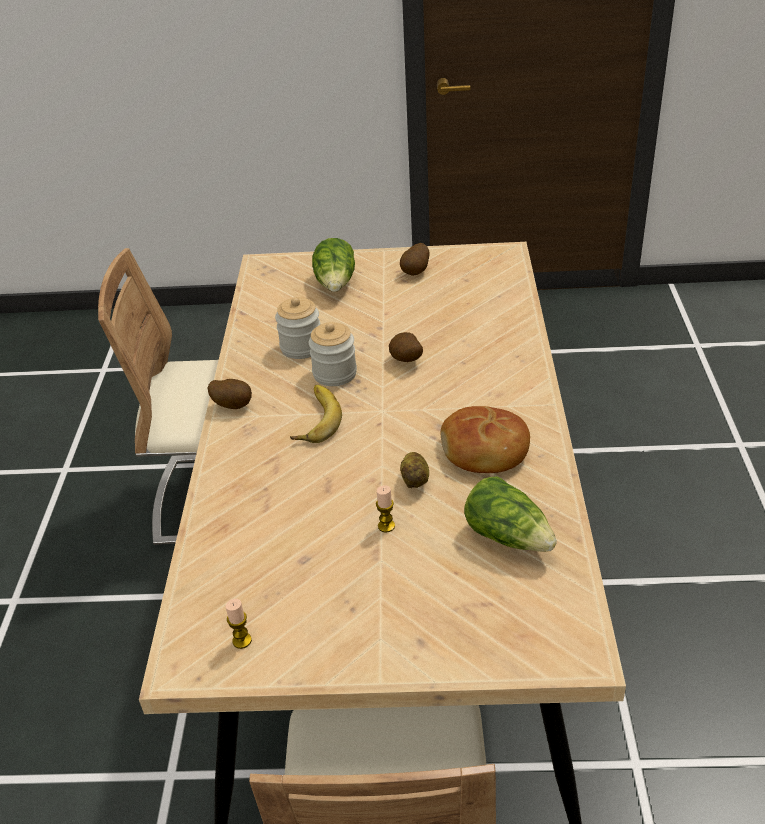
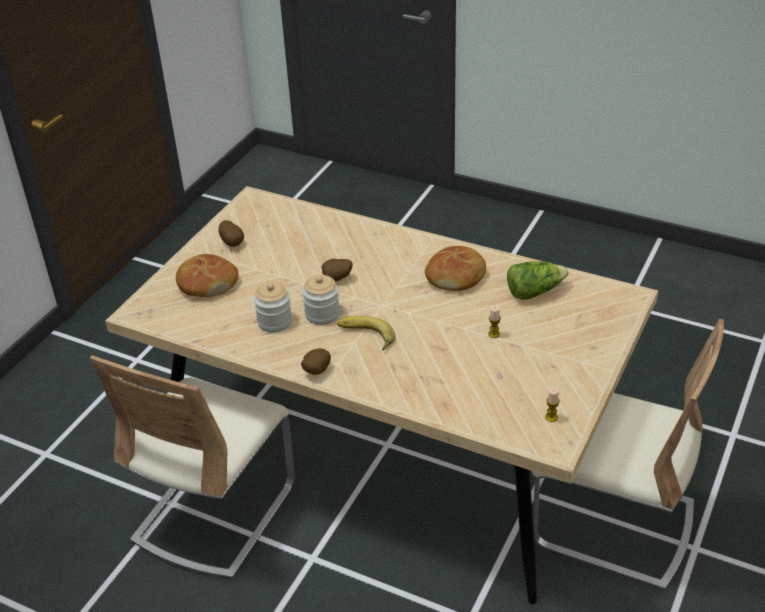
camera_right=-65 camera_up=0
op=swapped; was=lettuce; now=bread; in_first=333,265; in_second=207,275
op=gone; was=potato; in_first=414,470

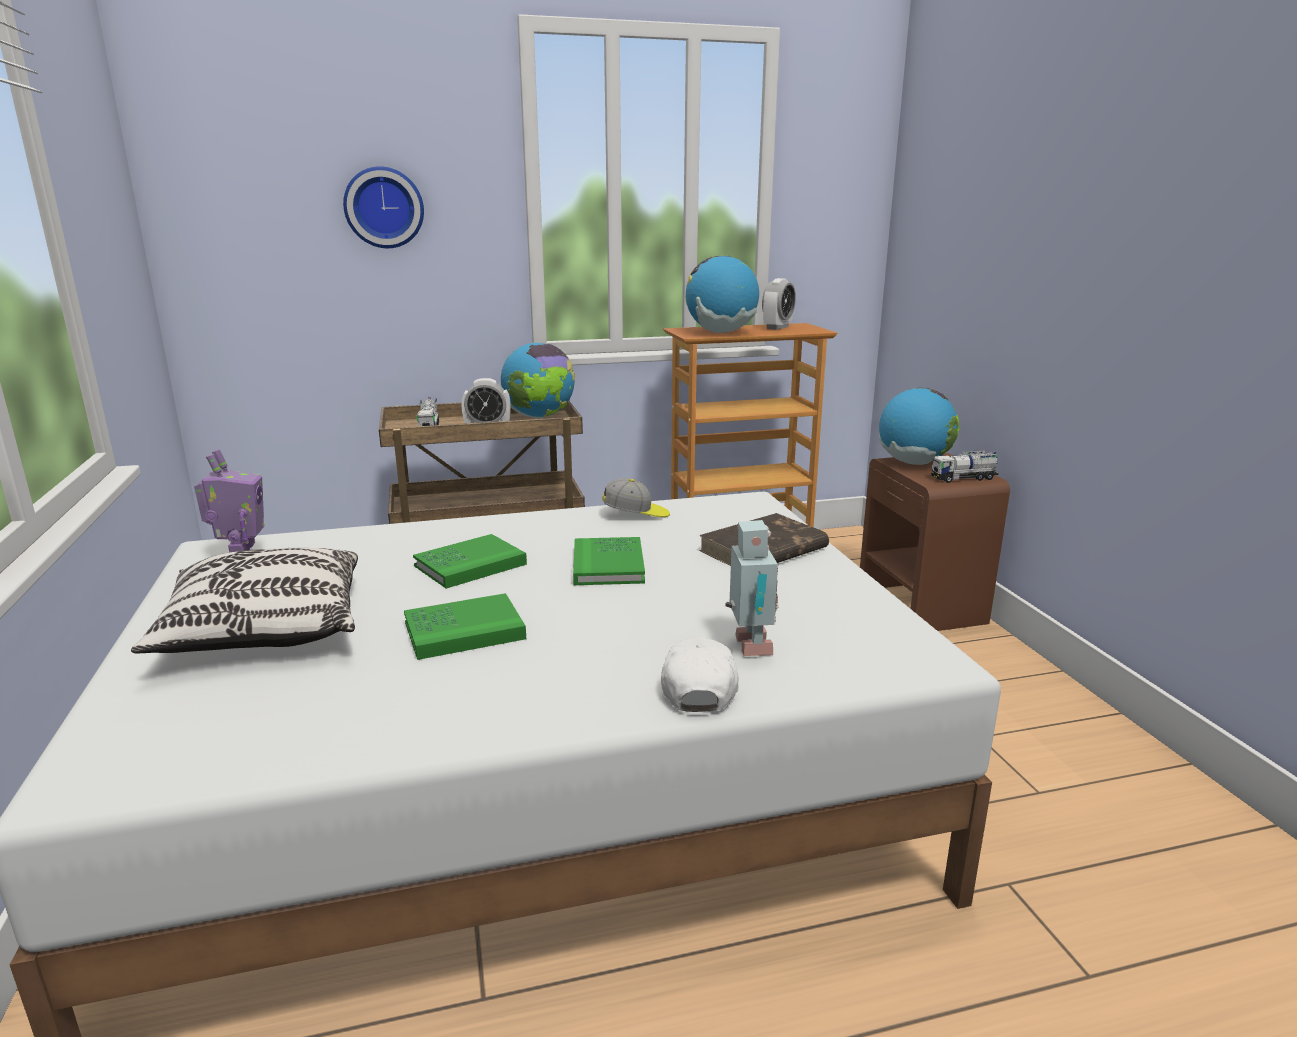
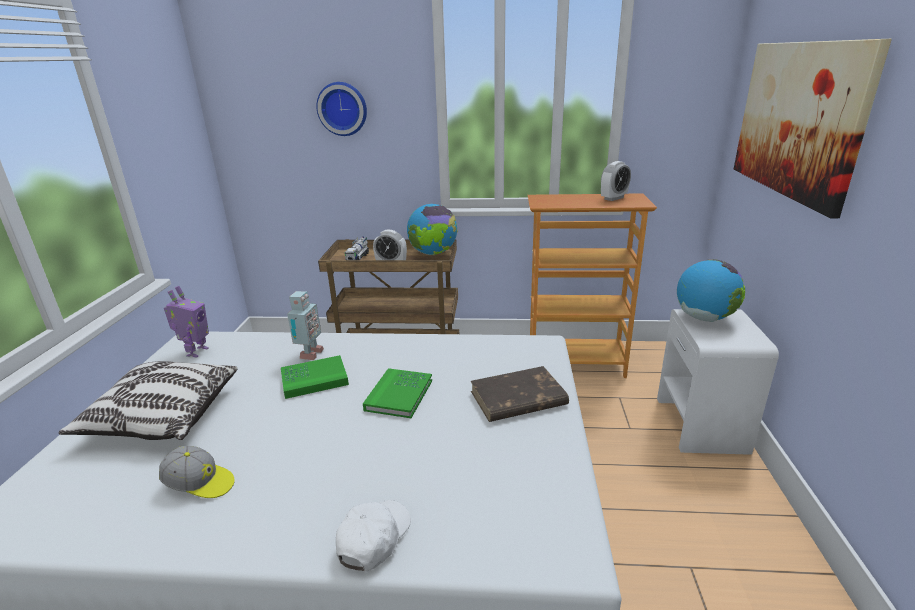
camera_right=20 camera_up=5
op=gone; was=green book; in_first=465,626
op=shifted; was=cap; in_first=636,497; in_second=197,472
op=gone; was=globe; in_first=722,294
op=shifted; was=toy robot; in_first=752,588; in_second=305,325
op=repainted; was=brown nightstand; now=white nightstand; in_first=935,542; in_second=718,382
op=gone; was=toy truck; in_first=965,466
op=new; now=picture; in_second=813,128

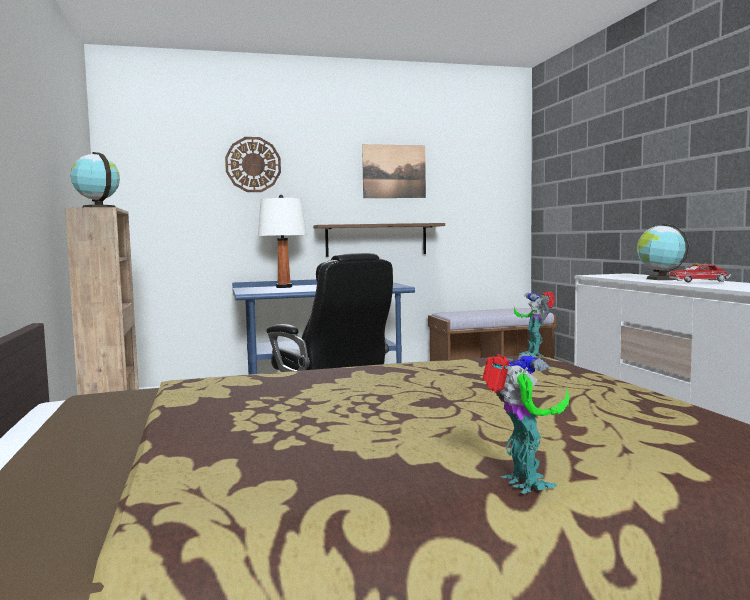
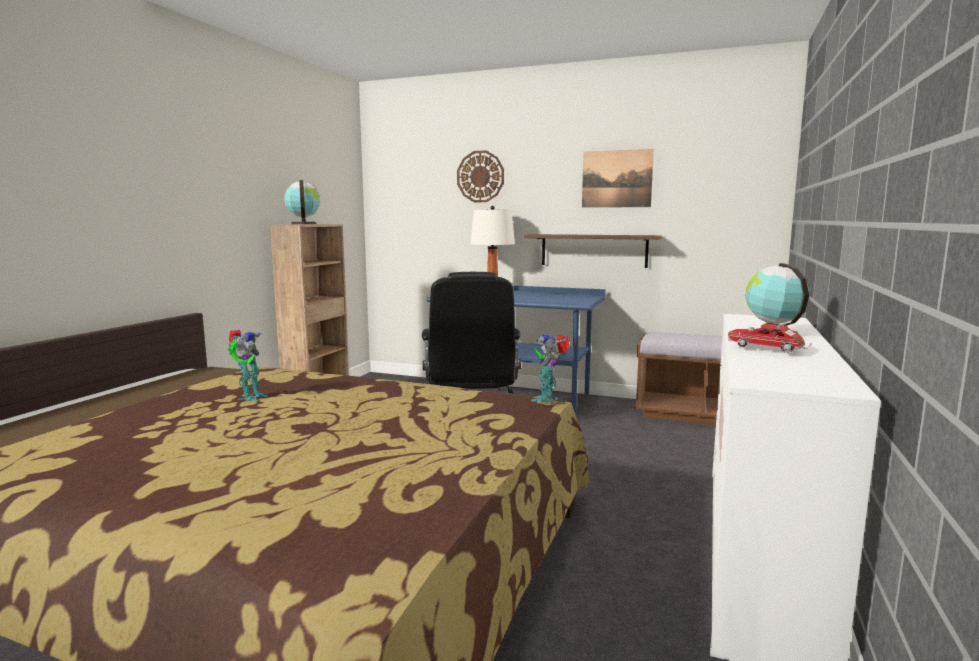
camera_right=35 camera_up=5
op=shifted; was=toy robot; in_first=525,423; in_second=248,365

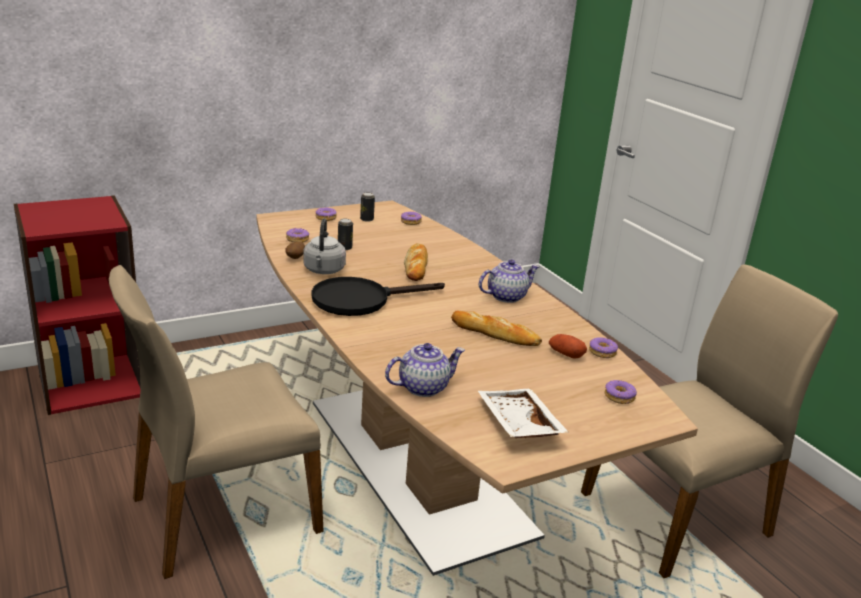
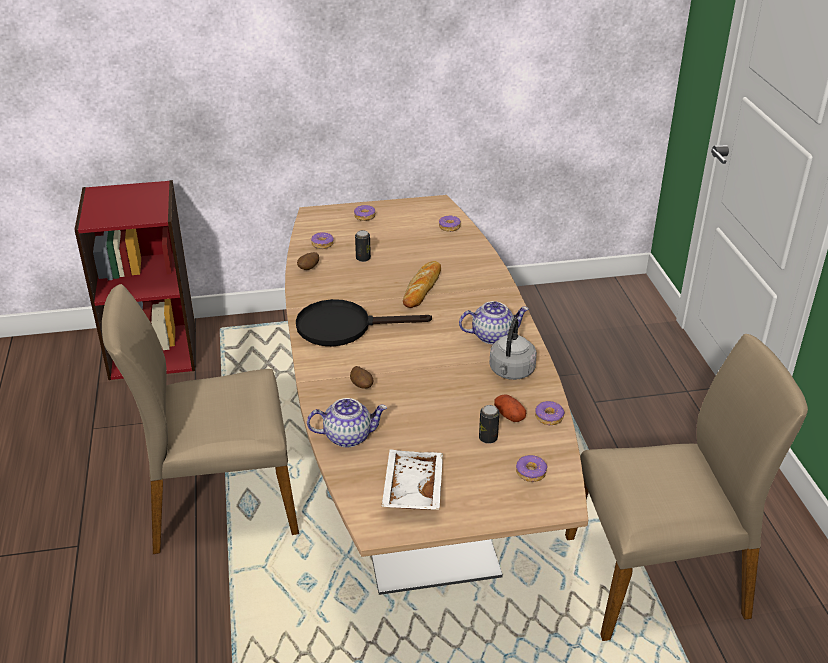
camera_right=20 camera_up=10
op=shifted; was=grey kettle; in_first=324,246; in_second=513,349
op=shifted; was=can; in_first=367,207; in_second=489,424
op=gone; was=bread; in_first=496,328
op=new; now=potato; in_second=361,377

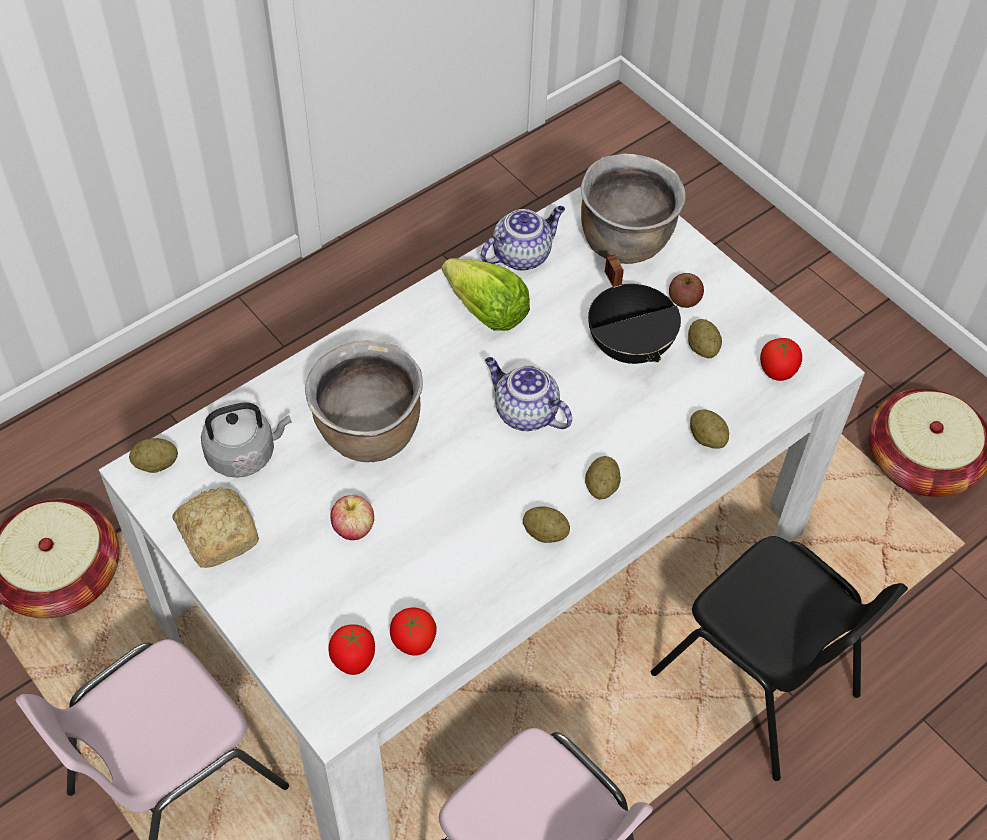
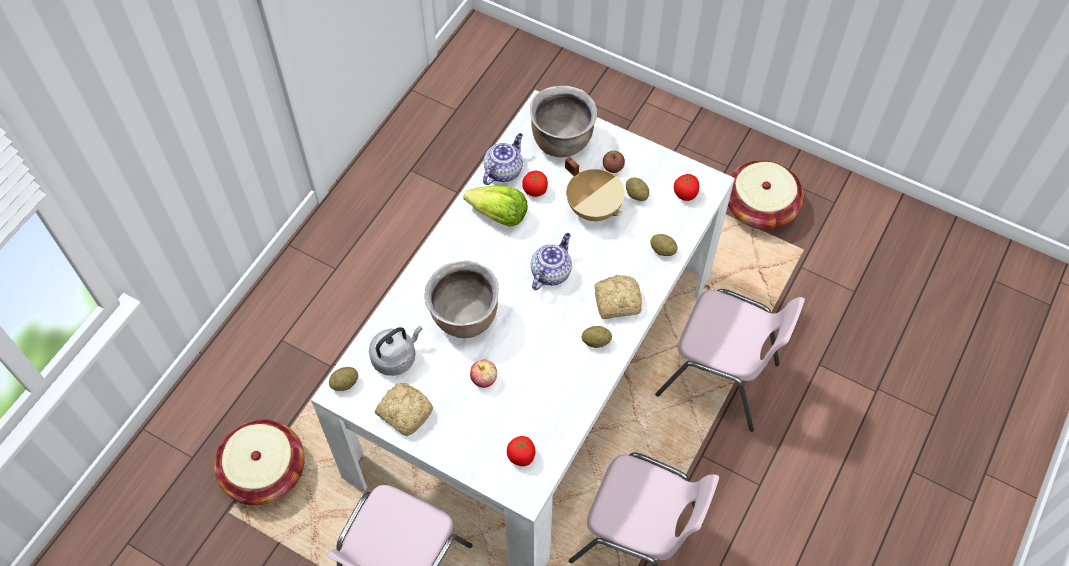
camera_right=-20 camera_up=5
op=shifted; was=tomato; in_first=413,631; in_second=535,184
op=rotated; was=teapot; in_first=528,394; in_second=551,261; clockwise=105
op=swapped; was=potato; now=bread; in_first=603,478; in_second=618,297
op=repainted; was=black cooking pot; now=beige cooking pot; in_first=634,309; in_second=595,188
op=repainted; was=black chair; now=pink chair; in_first=779,658; in_second=730,360

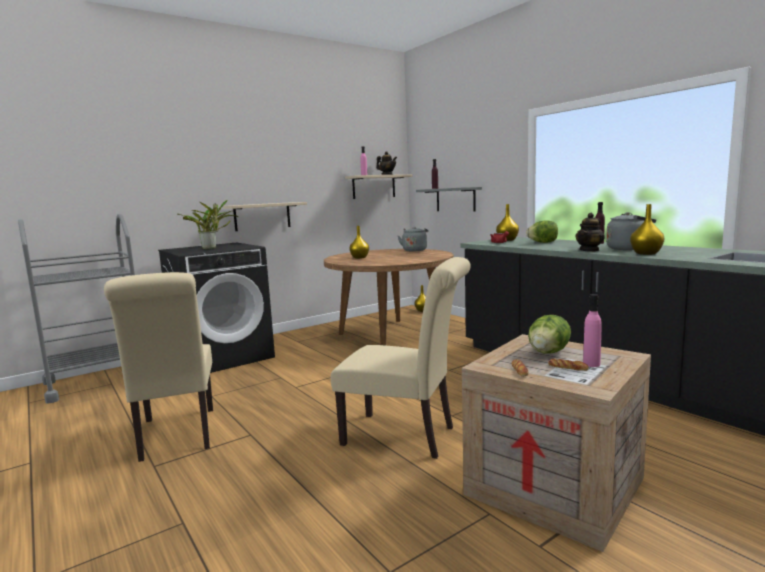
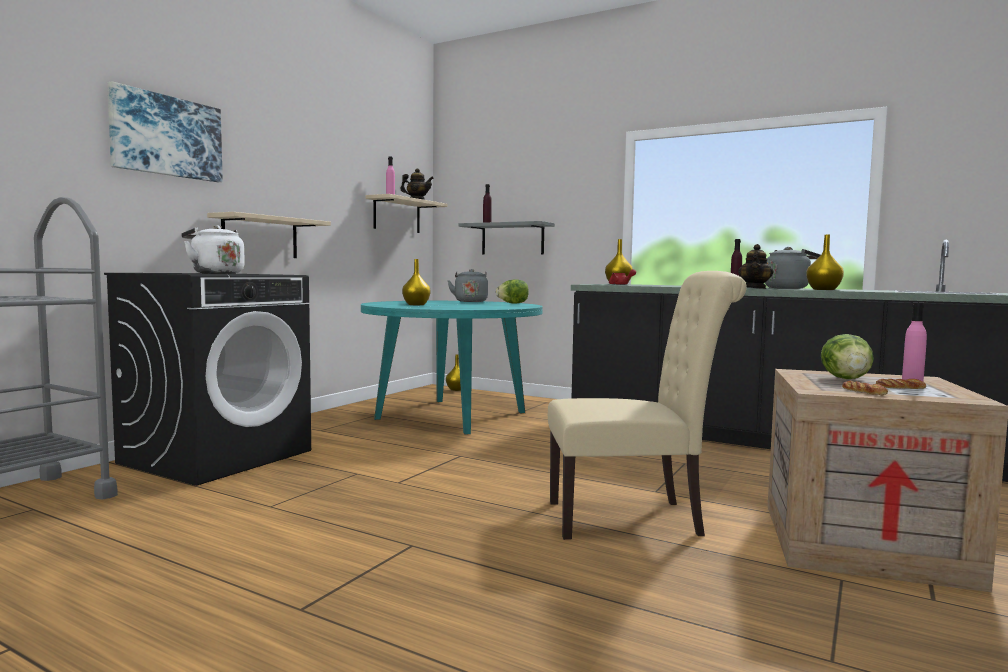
camera_right=-25 camera_up=-5
op=gone; was=beige chair; in_first=158,367
op=swapped; was=potted plant; now=white kettle; in_first=207,224; in_second=213,249
op=repainted; was=brown dining table; now=turquoise dining table; in_first=389,297; in_second=452,368
op=shifted; was=lettuce; in_first=542,231; in_second=512,291
op=new; now=picture; in_second=165,131

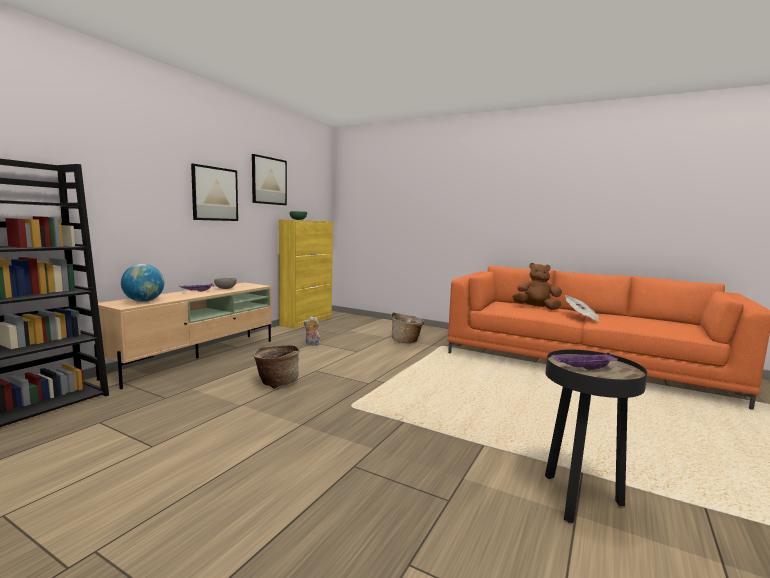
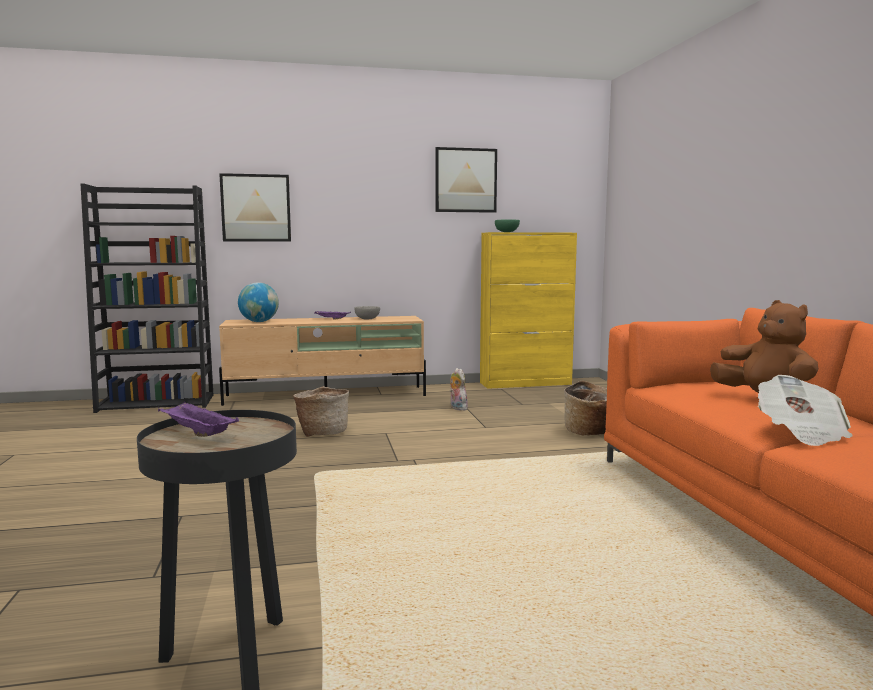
camera_right=50 camera_up=0
op=shifted; was=picture; in_first=214,192; in_second=255,207

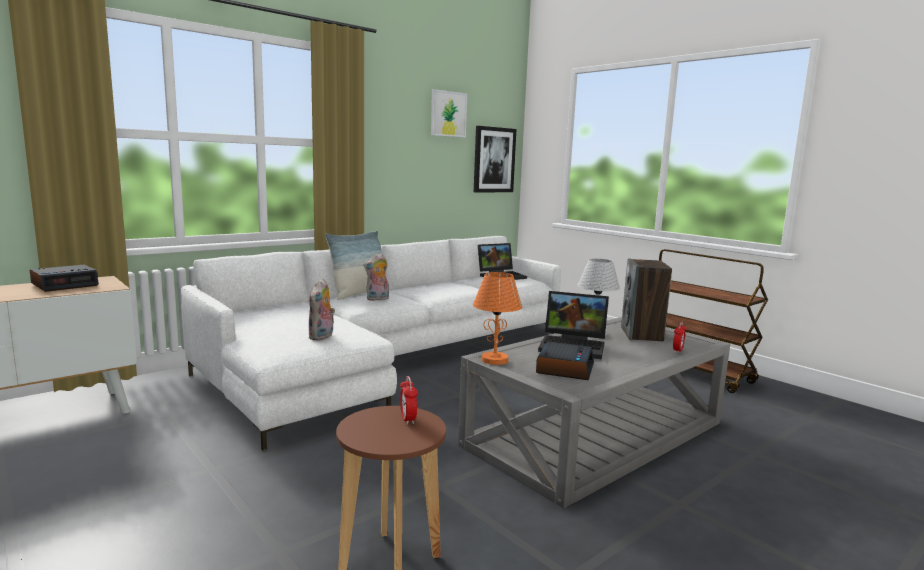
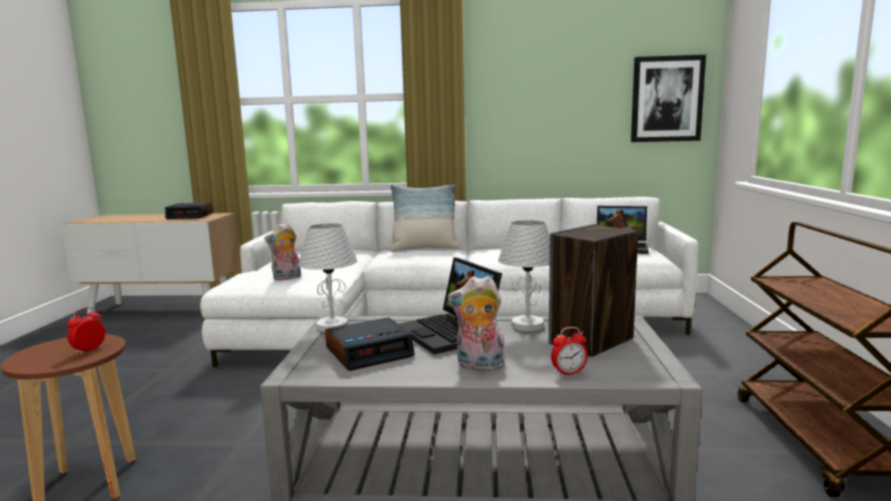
camera_right=45 camera_up=0
op=shifted; was=plush toy; in_first=376,277; in_second=476,323
op=gone; was=picture; in_first=449,113
op=repainted; was=orange table lamp; now=white table lamp; in_first=497,318; in_second=327,277

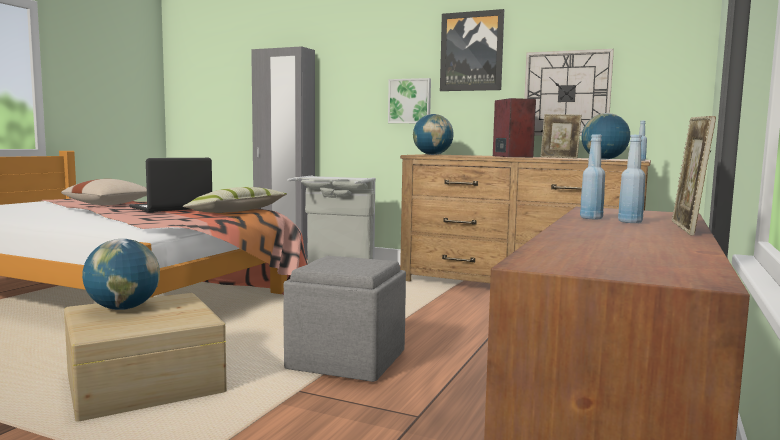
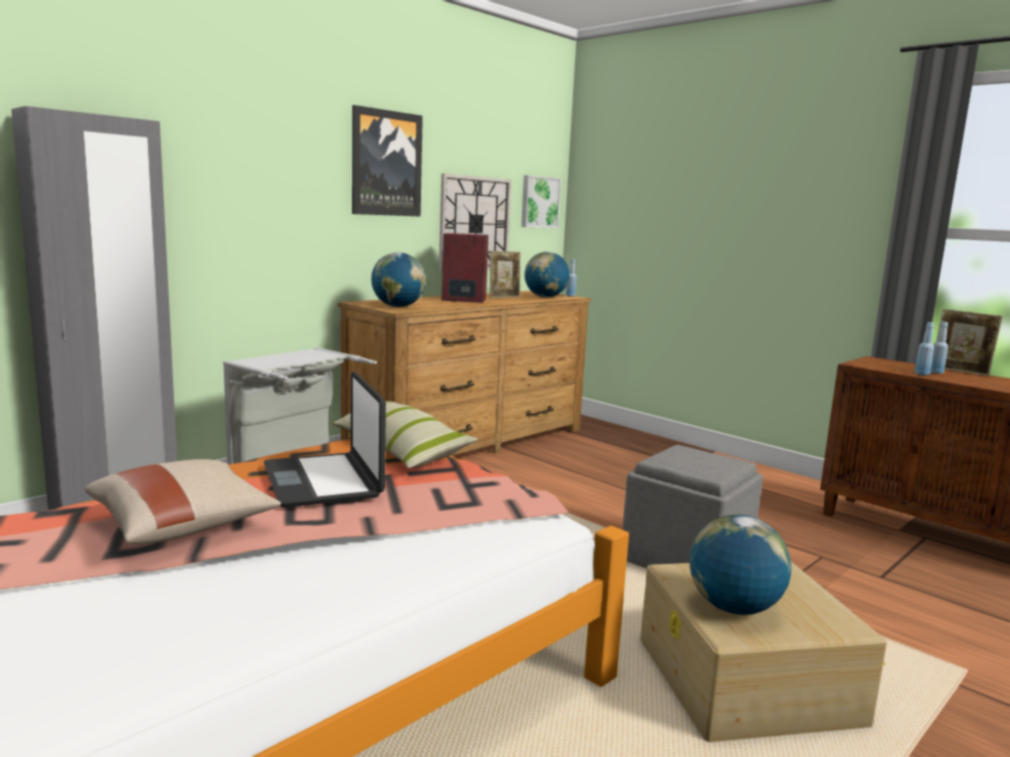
camera_right=-70 camera_up=5
op=shifted; was=picture; in_first=409,100; in_second=541,201

